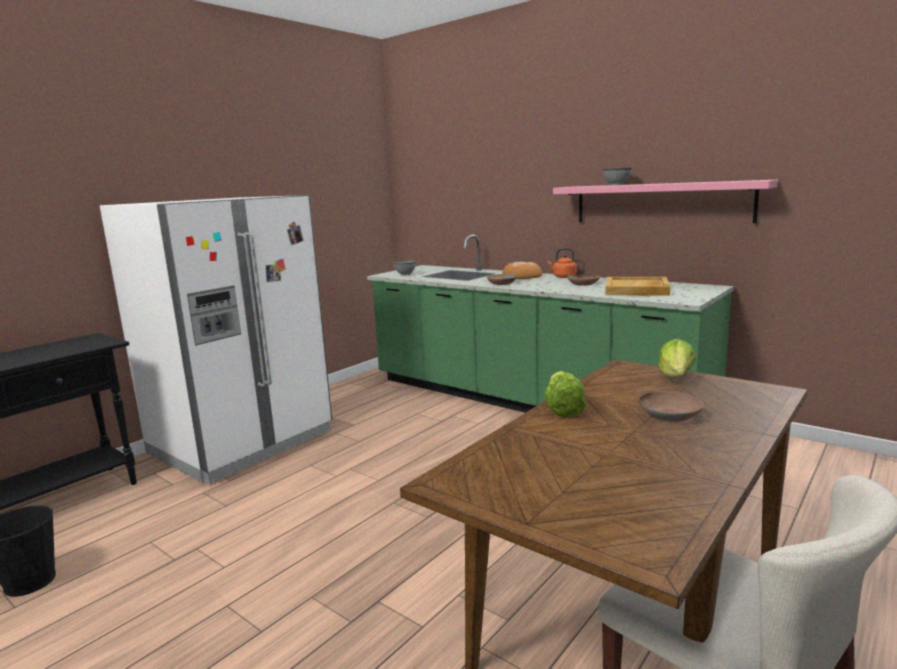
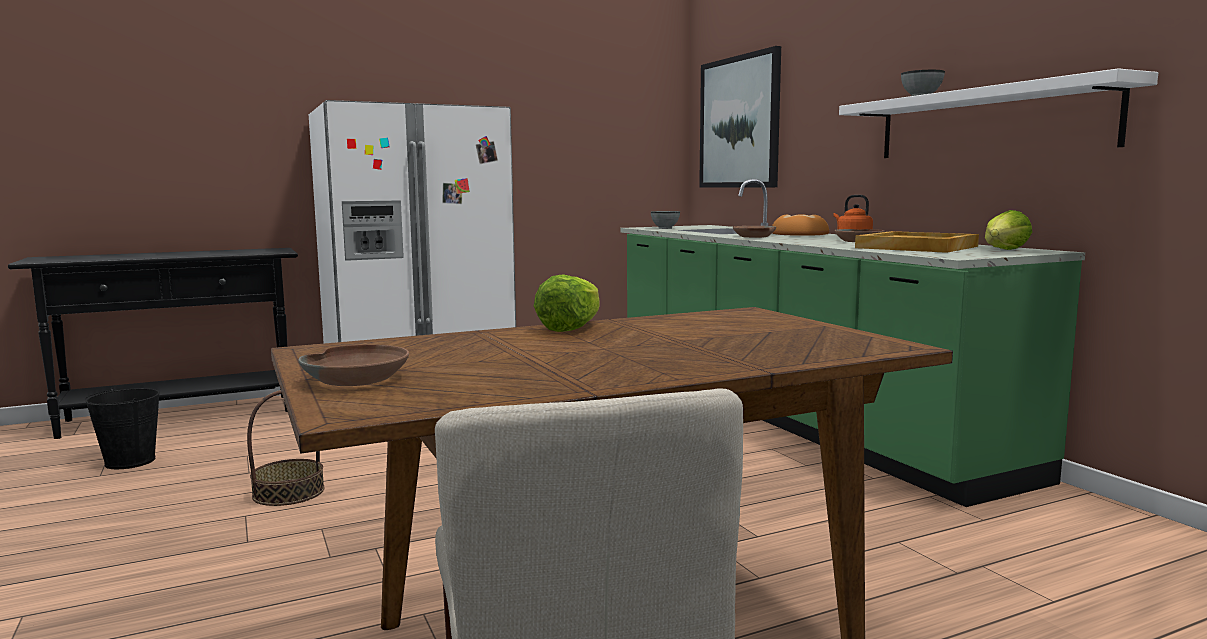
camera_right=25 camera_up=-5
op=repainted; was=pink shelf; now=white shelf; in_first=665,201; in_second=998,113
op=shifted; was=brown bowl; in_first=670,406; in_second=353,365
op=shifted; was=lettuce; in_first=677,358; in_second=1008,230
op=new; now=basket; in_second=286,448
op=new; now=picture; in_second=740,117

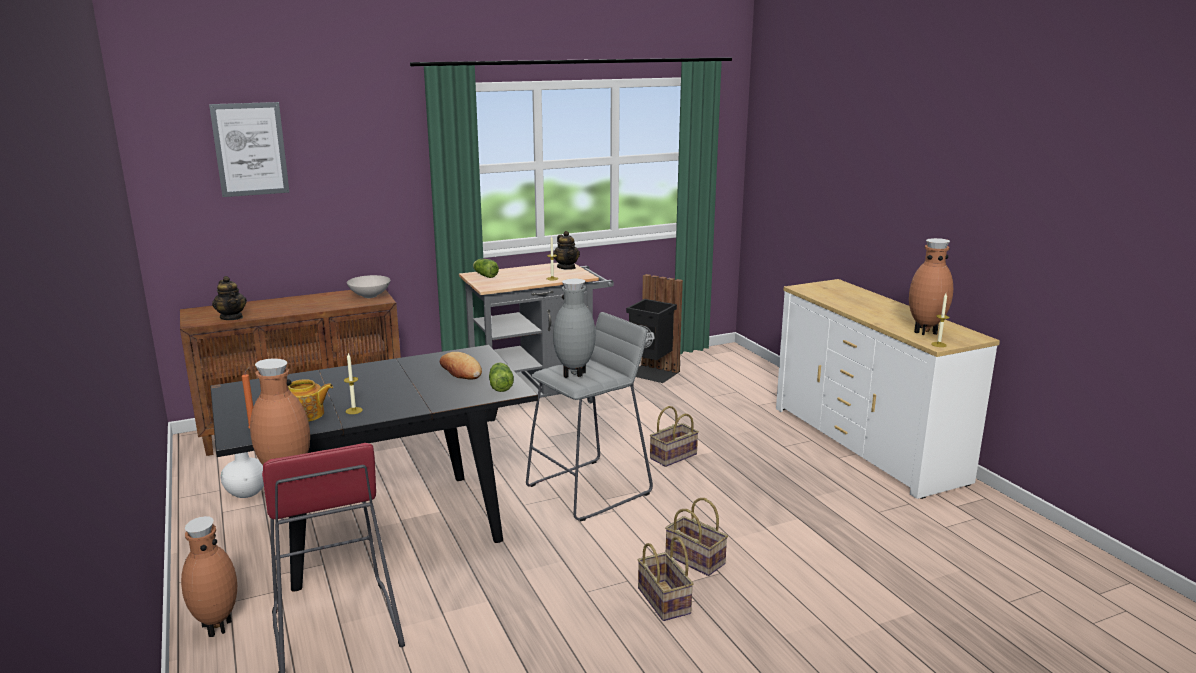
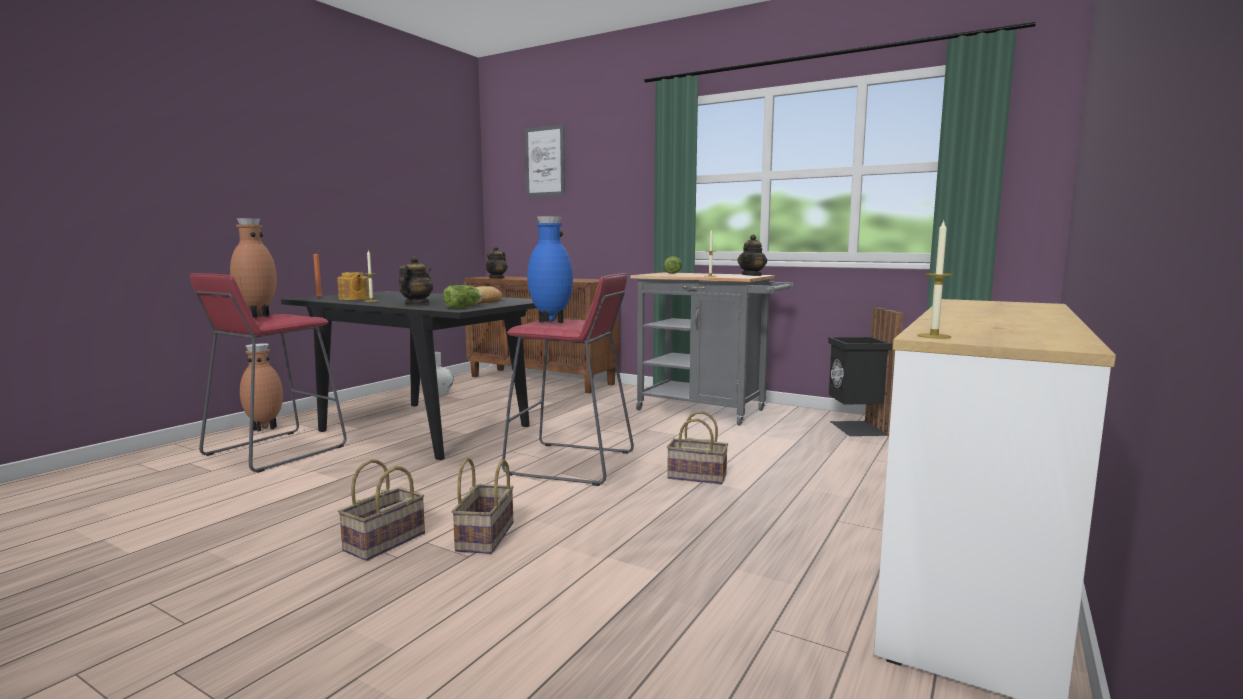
camera_right=55 camera_up=-10
op=gone; was=white bowl; in_first=368,286
op=repainted; was=grey stool; now=red stool; in_first=589,417; in_second=568,379
op=repainted; was=grey vase; now=blue vase; in_first=574,328; in_second=550,269
op=gone; was=brown vase; in_first=931,286
op=new; now=teapot; in_second=416,280

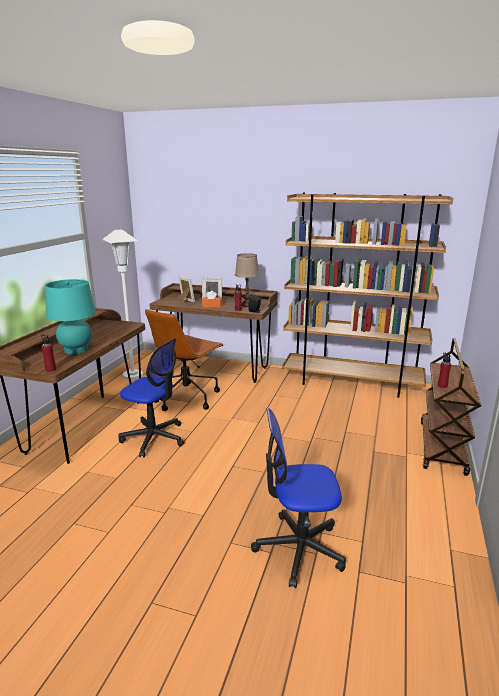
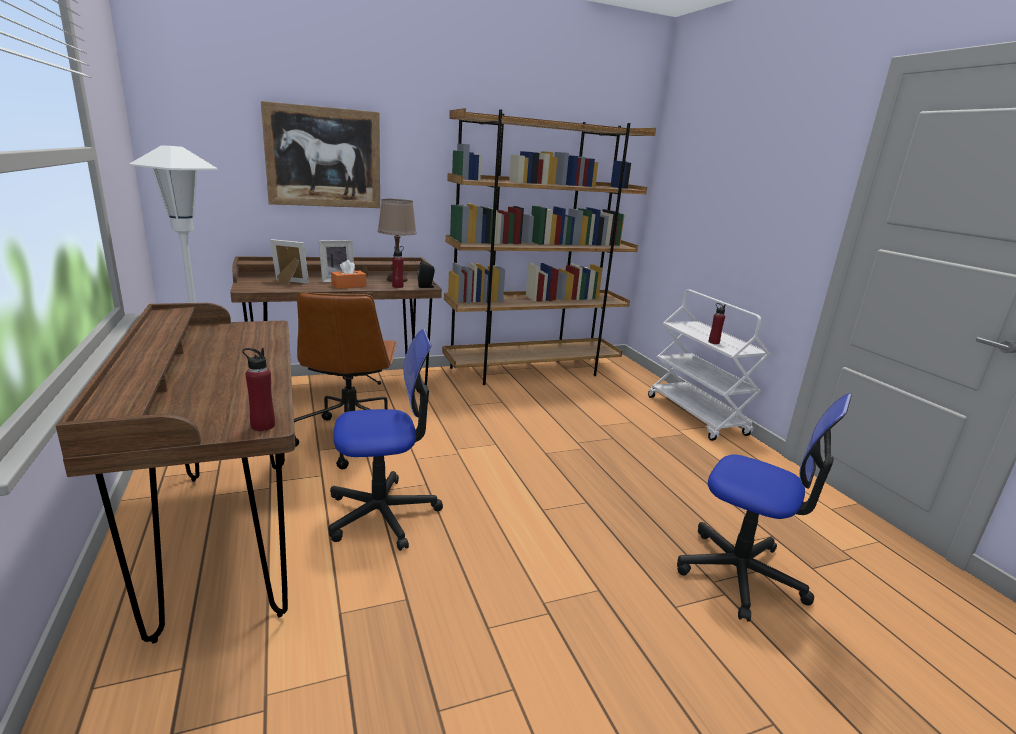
camera_right=-40 camera_up=0
op=gone; was=turquoise table lamp; in_first=70,316
op=rotated; was=office chair; in_first=298,498; in_second=764,508; clockwise=-105
op=repainted; was=brown cart; now=white cart; in_first=451,407; in_second=709,365
op=new; now=picture; in_second=320,154

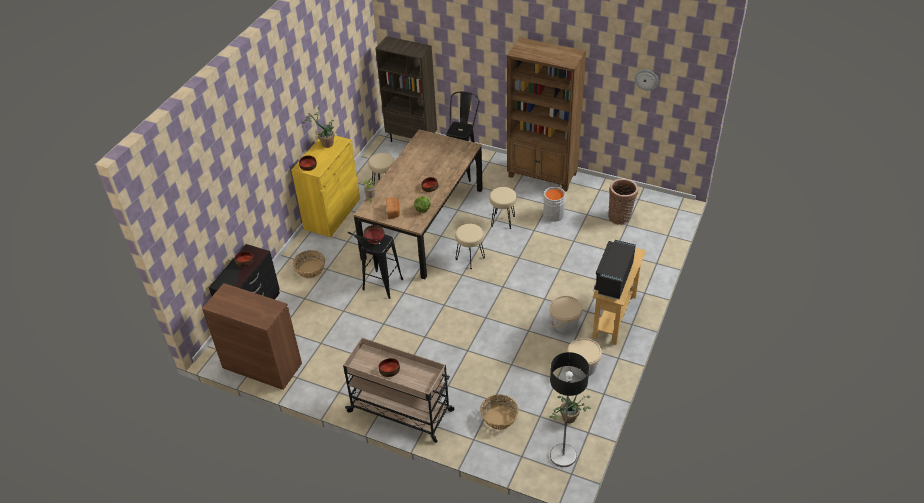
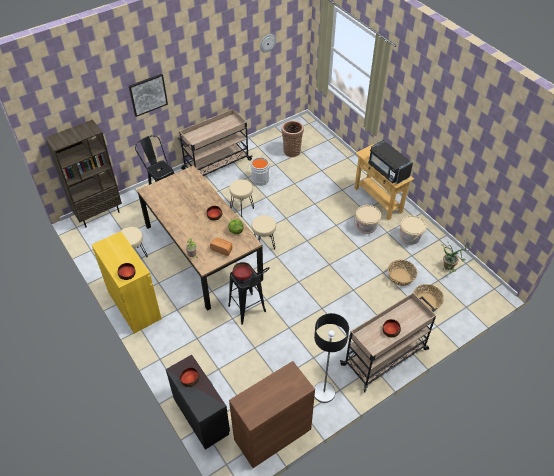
camera_right=-60 camera_up=5
op=shifted; was=basket; in_first=308,264; in_second=402,273
op=gone; was=potted plant; in_first=320,127
op=swapped; was=brown bookcase; now=beige cart; in_first=546,114; in_second=215,142
op=shifted; was=floor lamp; in_first=569,409; in_second=331,358
op=new; now=picture; in_second=148,95

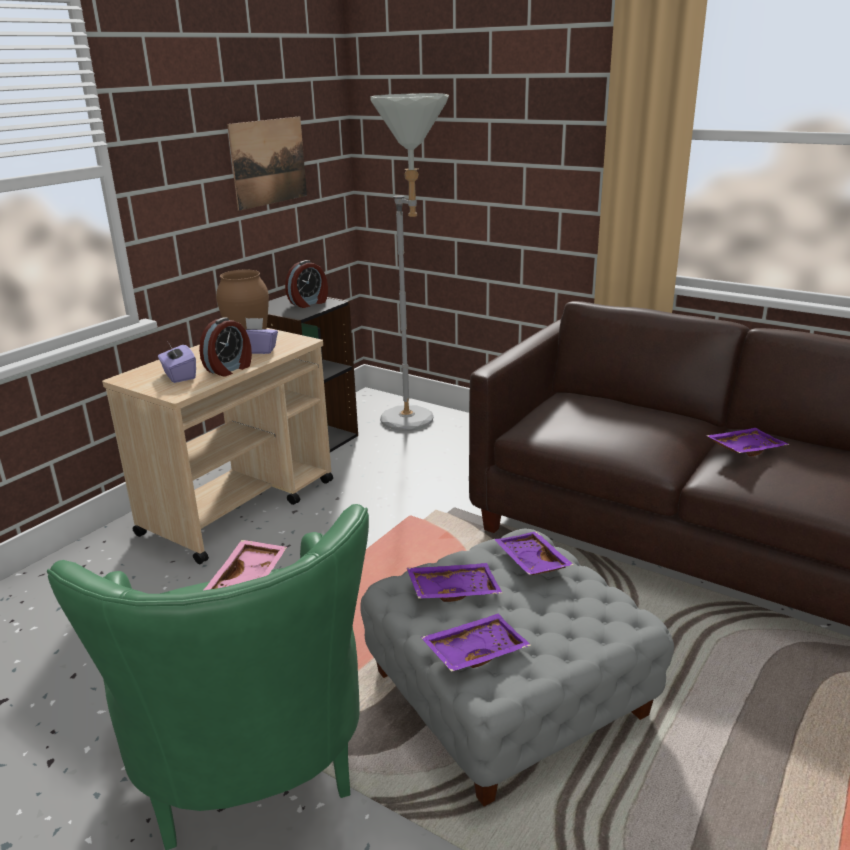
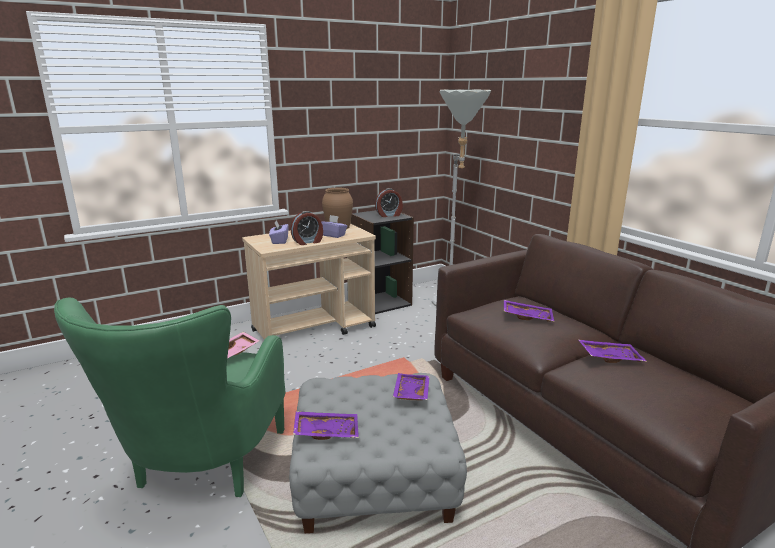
camera_right=25 camera_up=-5
op=gone; was=picture; in_first=267,163
op=shifted; was=purple tray; in_first=454,582; in_second=529,311

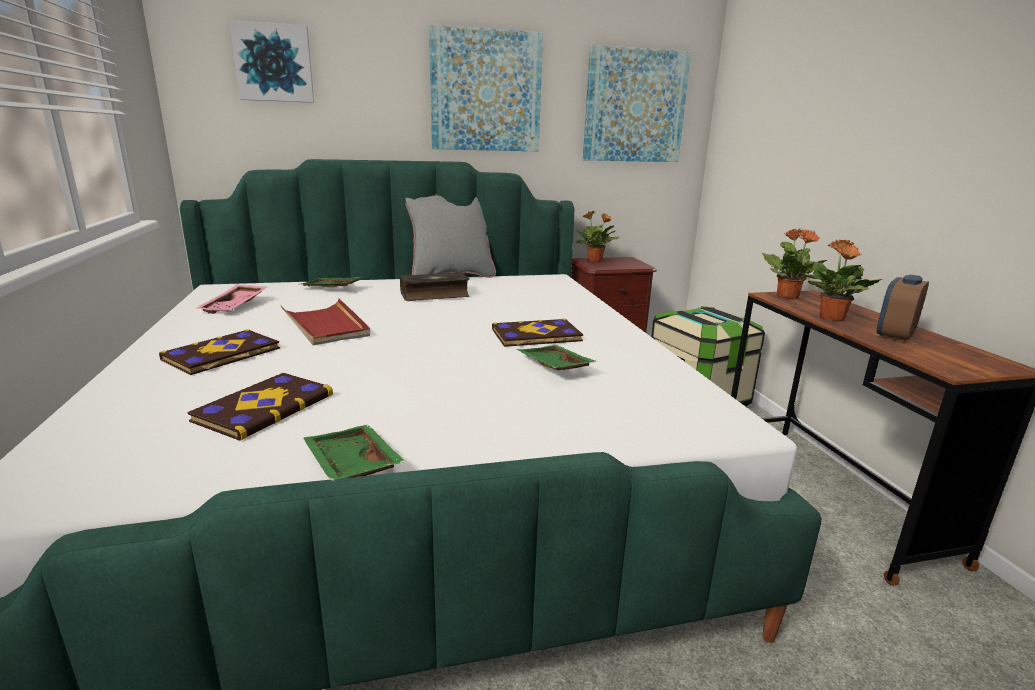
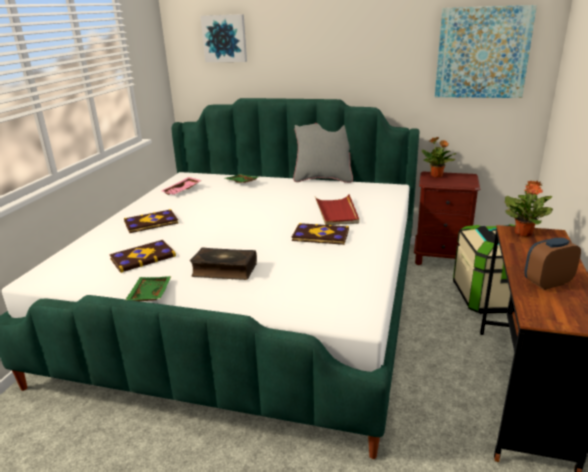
camera_right=30 camera_up=5
op=shifted; was=red tray; in_first=325,321; in_second=337,209
op=shifted; was=book; in_first=434,286; in_second=223,263
op=gone; was=picture; in_first=486,87
op=gone; was=green tray; in_first=557,357
op=gone; was=potted plant; in_first=845,280

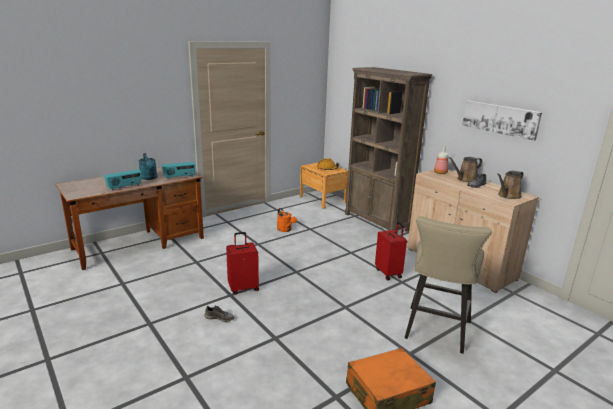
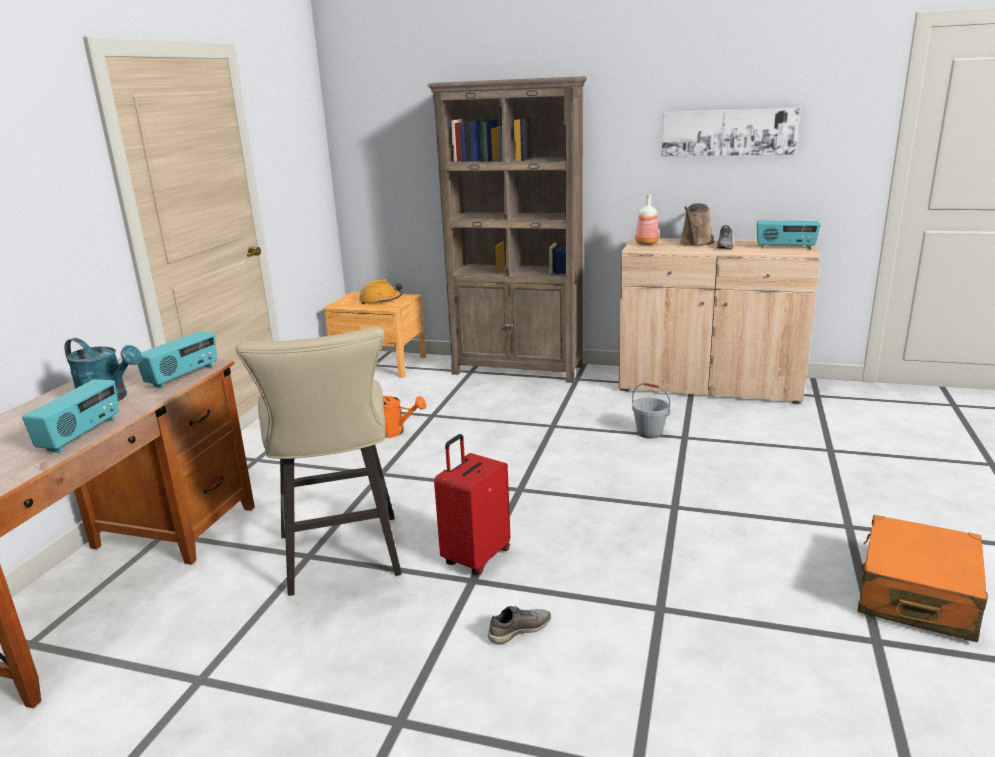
camera_right=-35 camera_up=0
op=swapped; was=red suitcase; now=grey bucket; in_first=391,251; in_second=651,410
op=shifted; was=beige stool; in_first=448,285; in_second=318,461
op=swapped; was=brown watering can; now=radio; in_first=510,185; in_second=789,235

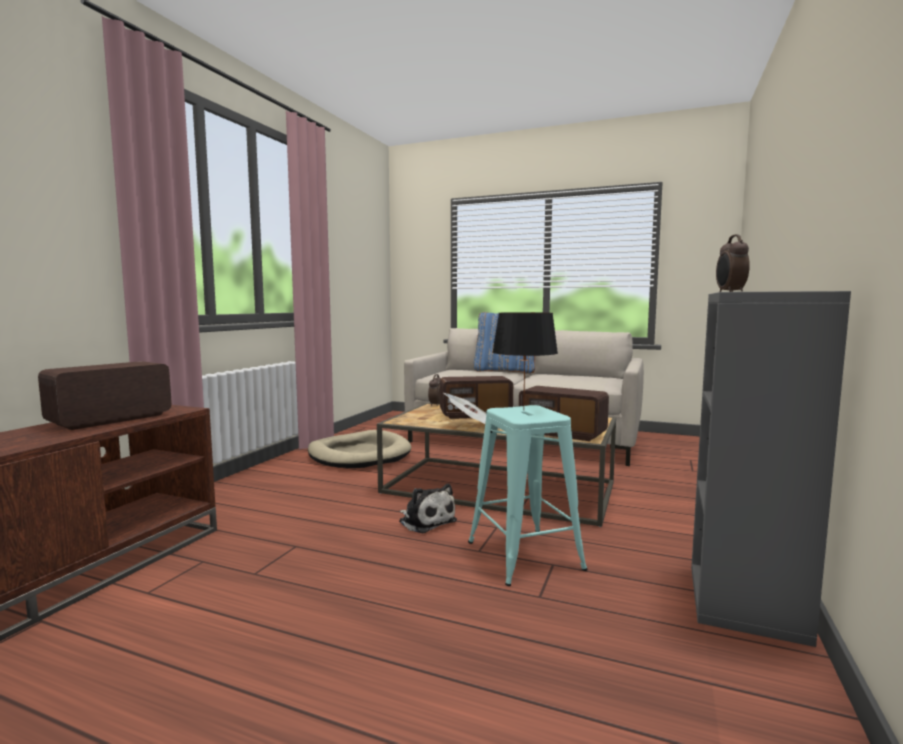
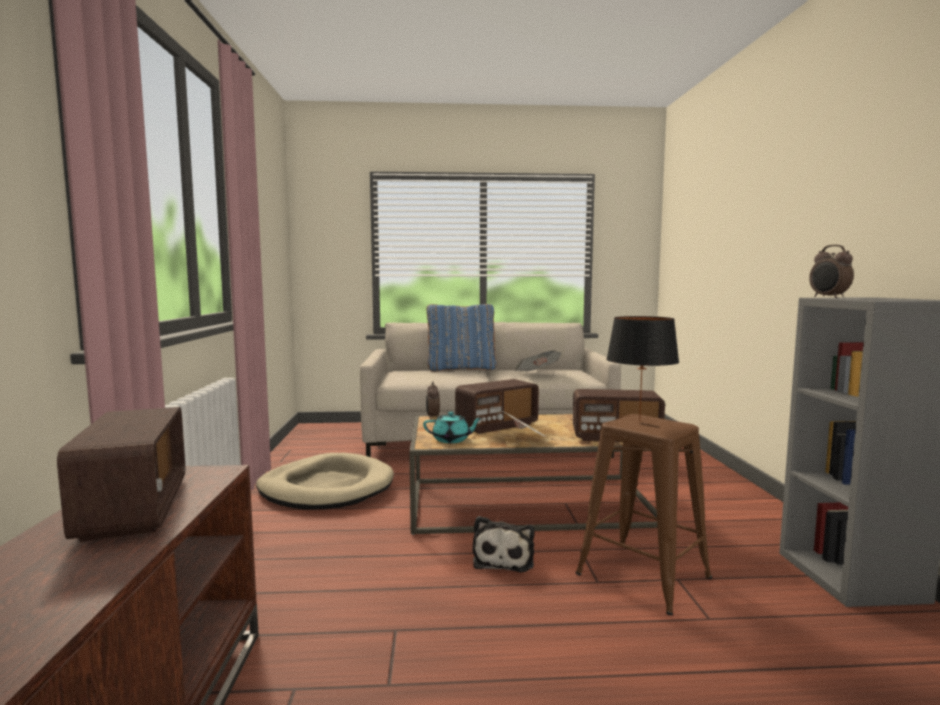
camera_right=-25 camera_up=0
op=rotated; was=radio; in_first=105,395; in_second=121,474; clockwise=150
op=rotated; was=plush toy; in_first=428,508; in_second=503,544; clockwise=75
op=repainted; was=turquoise stool; now=brown stool; in_first=528,495; in_second=644,514
op=new; now=turquoise teapot; in_second=452,427
op=new; now=newspaper; in_second=538,360

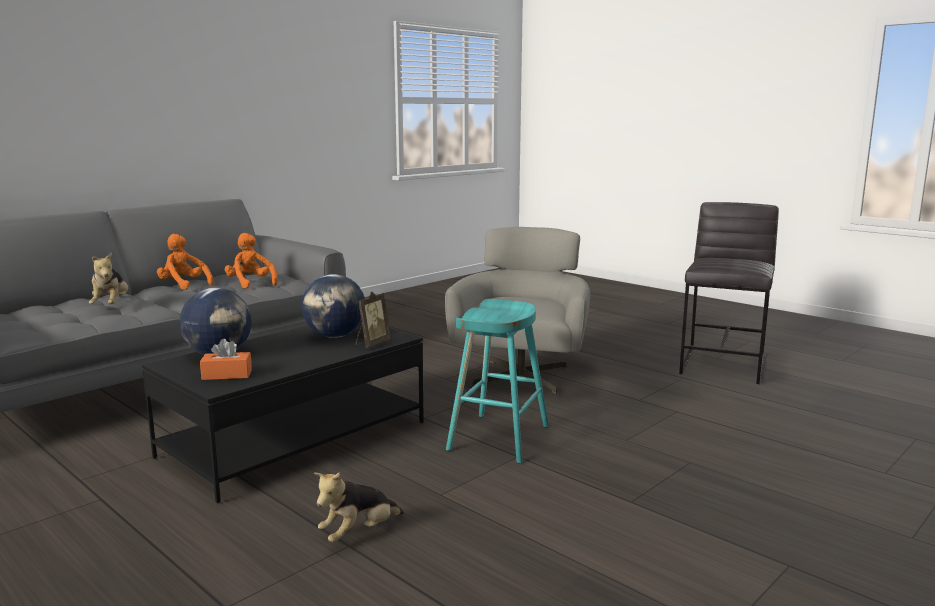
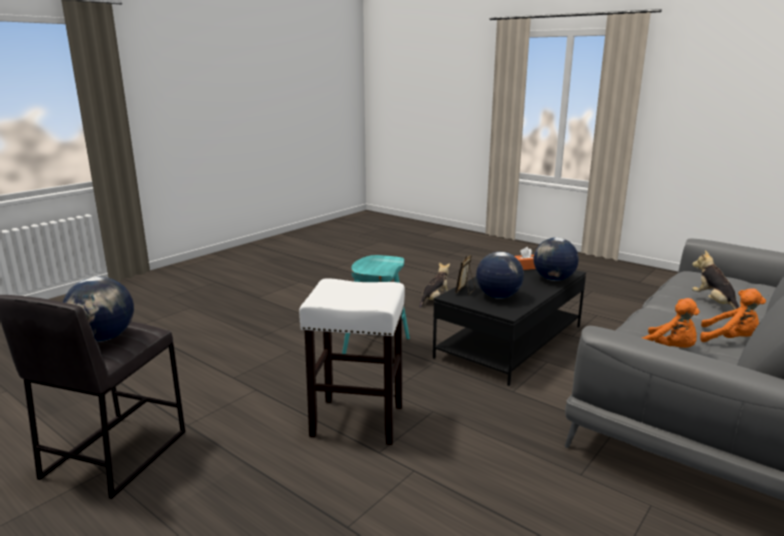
camera_right=175 camera_up=5
op=swapped; was=grey armchair; now=white stool; in_first=517,310; in_second=352,361
op=new; now=globe; in_second=98,309

